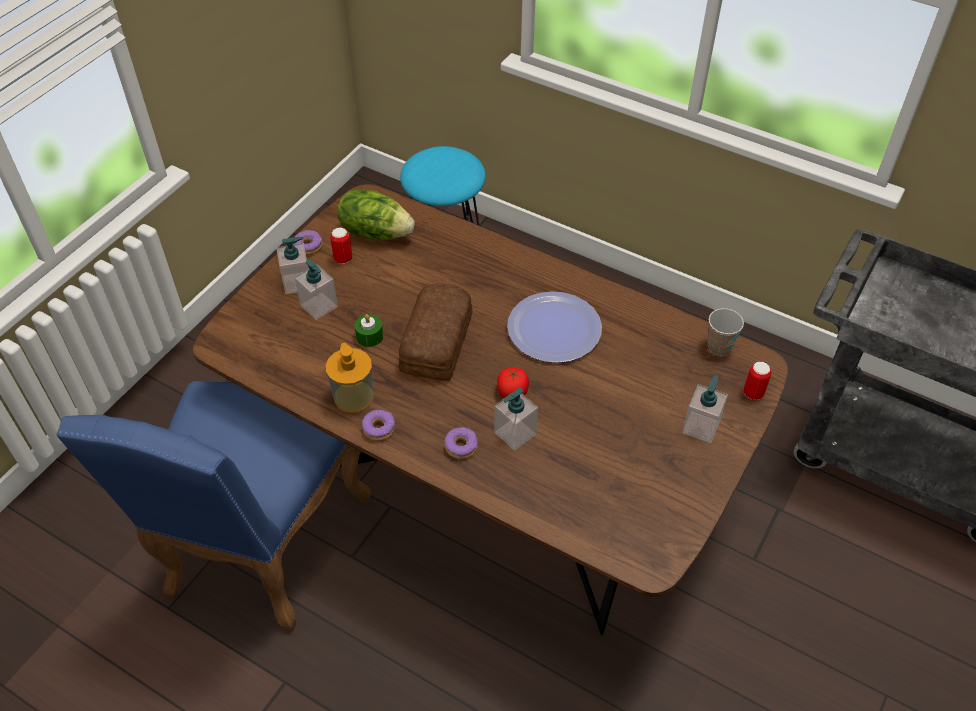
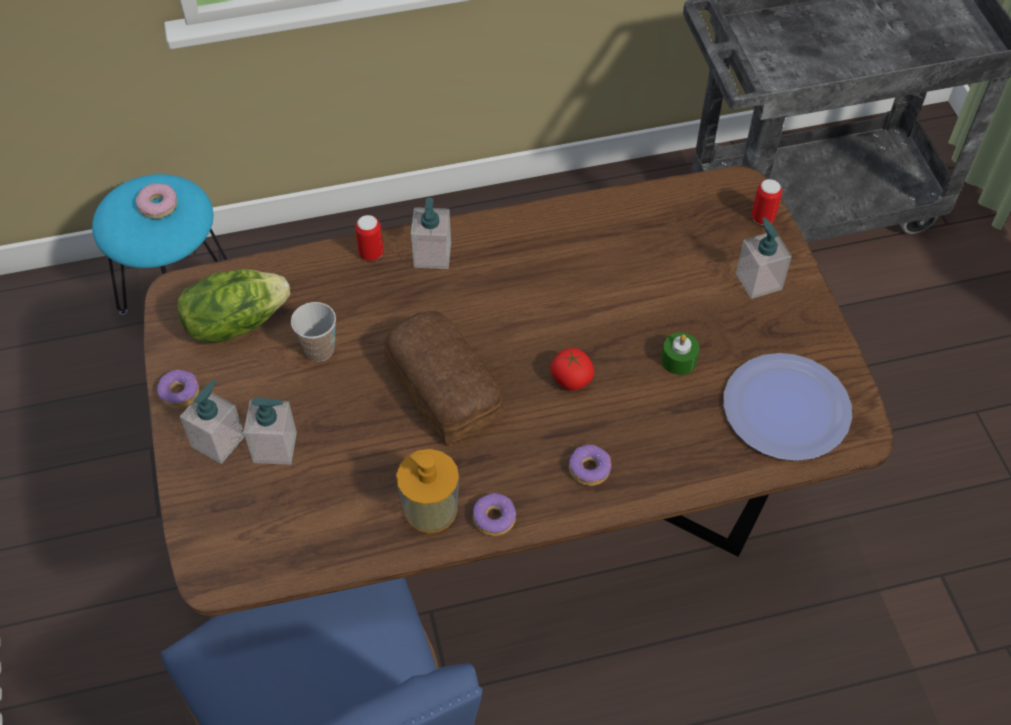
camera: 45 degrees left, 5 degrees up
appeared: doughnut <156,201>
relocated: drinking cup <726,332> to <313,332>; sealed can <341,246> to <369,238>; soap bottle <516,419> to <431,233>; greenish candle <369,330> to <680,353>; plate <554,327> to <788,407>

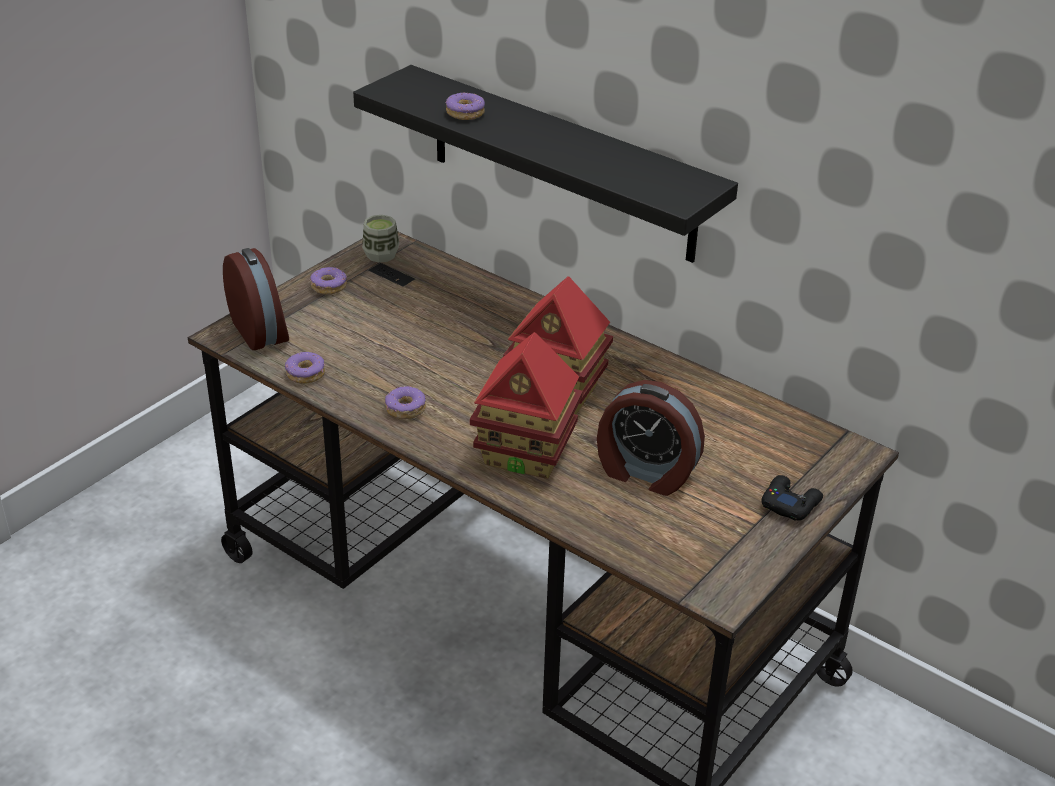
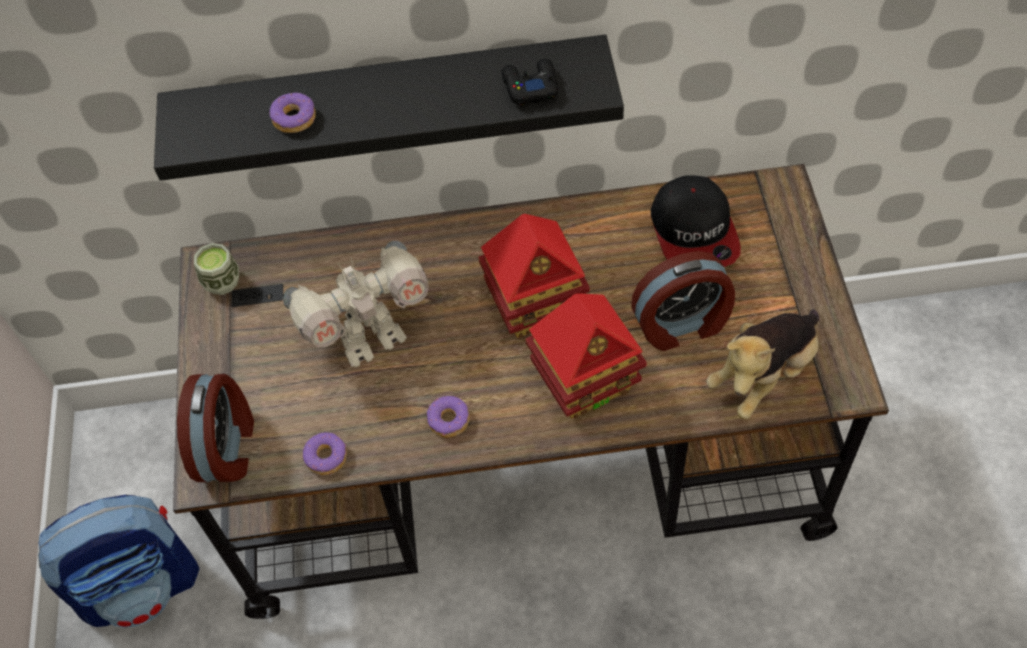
camera: 40 degrees left, 20 degrees up
missing: doughnut <328,281>
appeared: backpack <119,561>; robot figure <356,304>; cap <696,221>; cuddly toy <762,364>
relocated: black-coloured joypad <792,498> to <529,82>
spun: bedside clock <256,299> = <215,428> 75 degrees clockwise

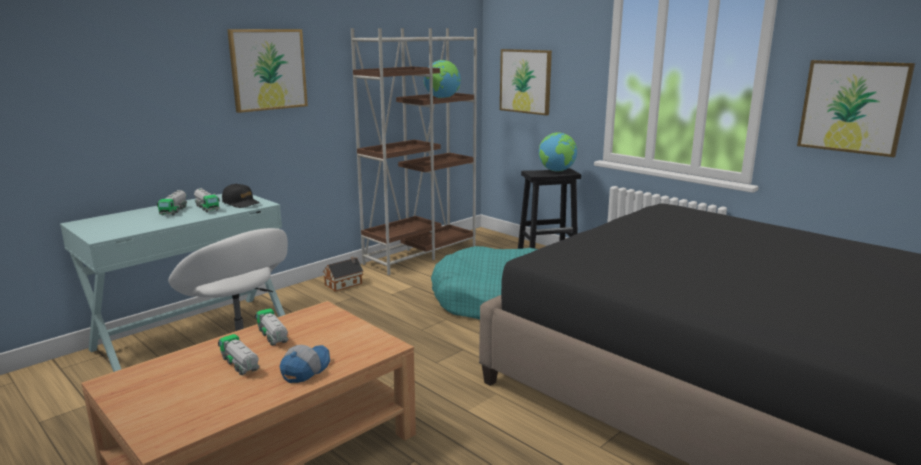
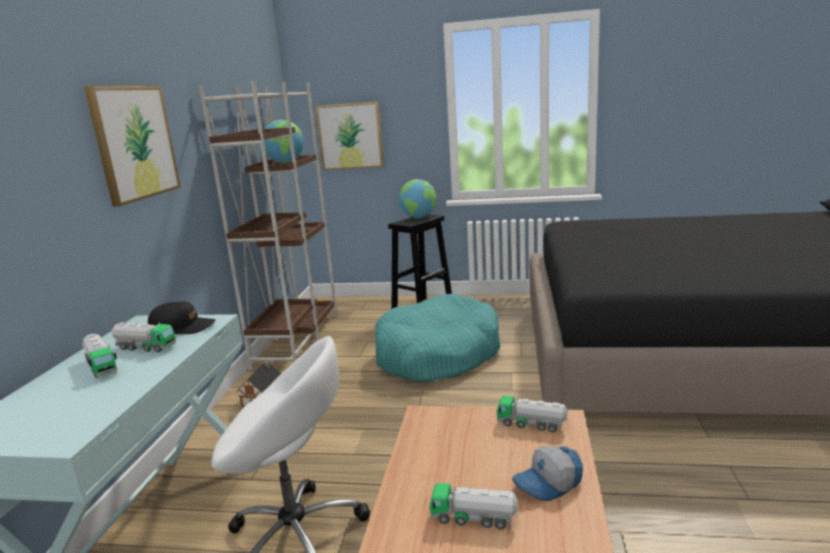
camera: 35 degrees left, 0 degrees up
missing: wall art <856,108>
relocated: toy truck <272,327> to <532,414>
spun: cap <304,364> = <547,473> 105 degrees counterclockwise

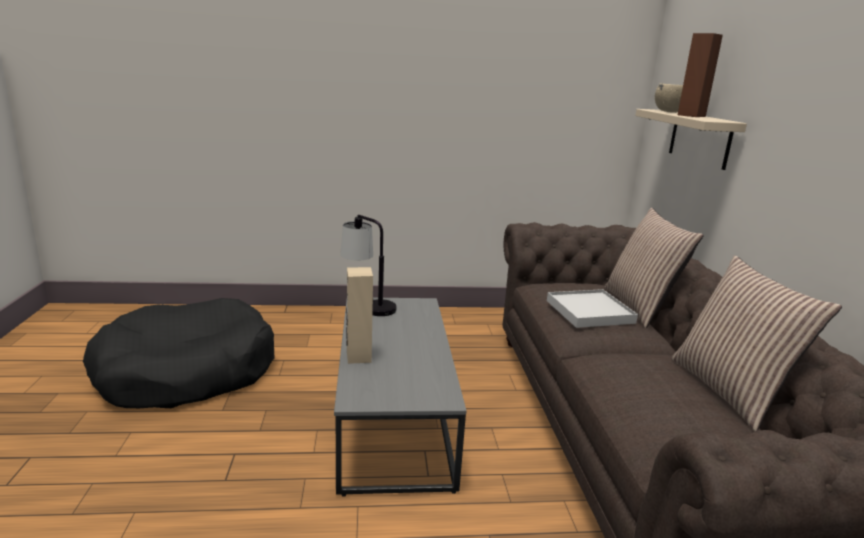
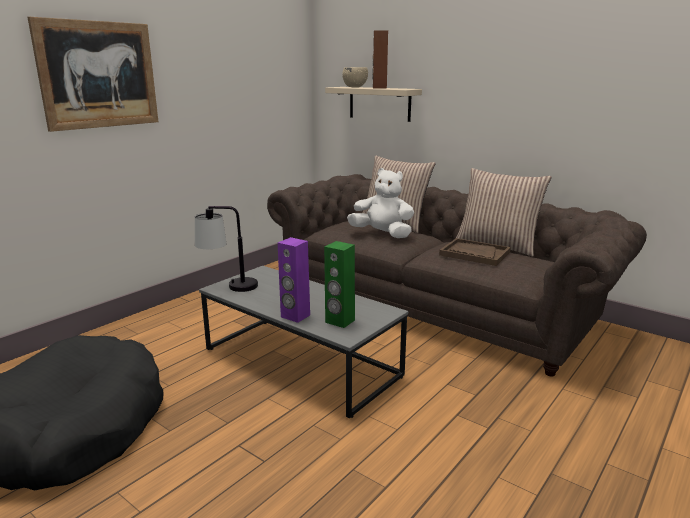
camera: 45 degrees left, 0 degrees up
appeared: wall art <92,74>; greenish loudspeaker <339,284>; brownish carrying tray <475,252>
exchanged: whitish carrying tray <592,308> to whitish cuddly toy <380,203>
colour: beige-coloured loudspeaker <359,315> to purplish loudspeaker <294,280>

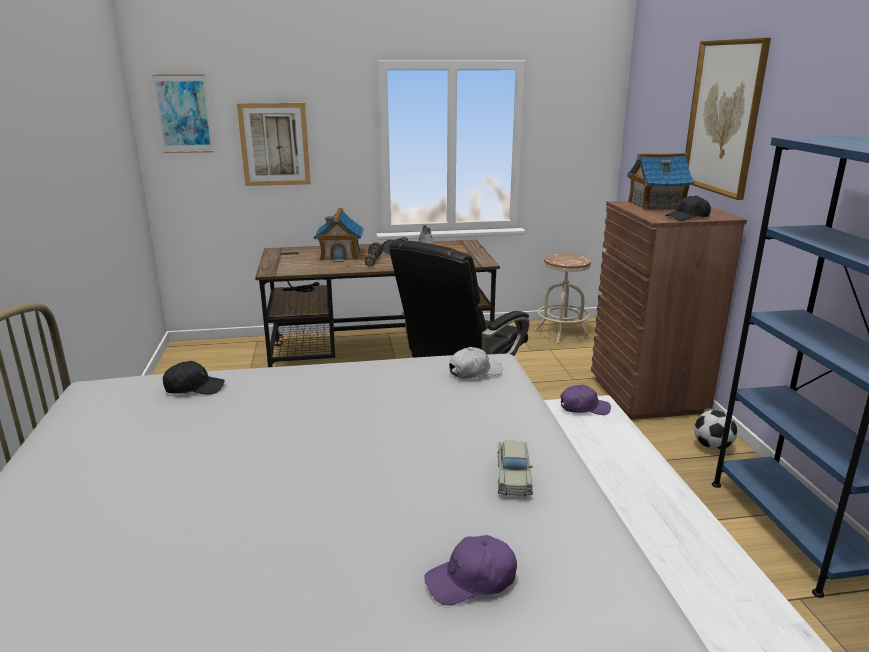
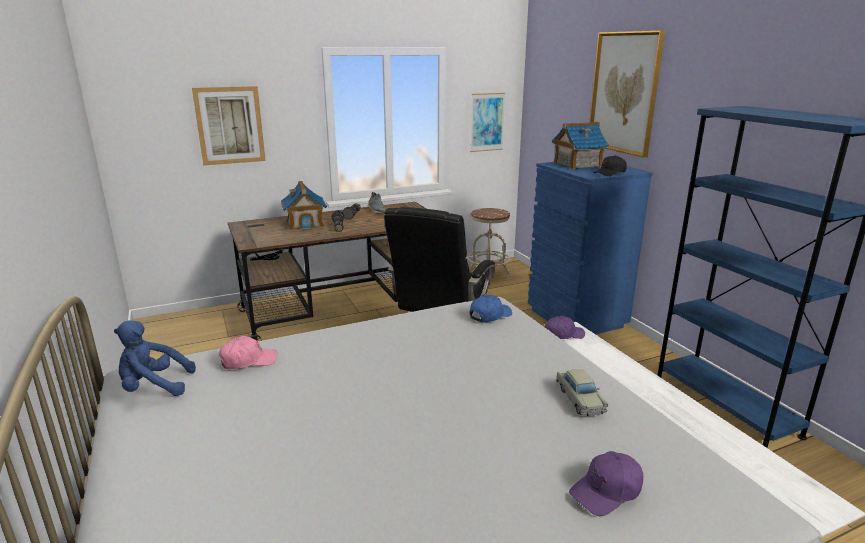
camera: 15 degrees left, 0 degrees up
missing: football <715,430>
appeared: blue cuddly toy <155,358>
relocated: wall art <183,113> to <487,122>
colour: black-coloured cap <194,378> to pink-coloured cap <248,352>; whitish cap <476,363> to blue cap <491,309>; brownish dresser <669,310> to blue dresser <590,247>

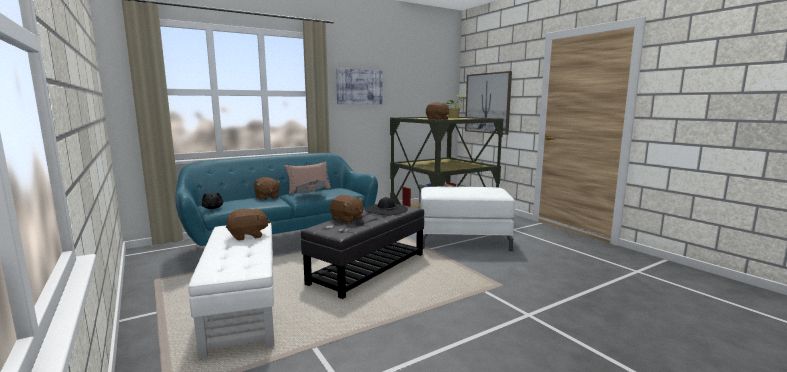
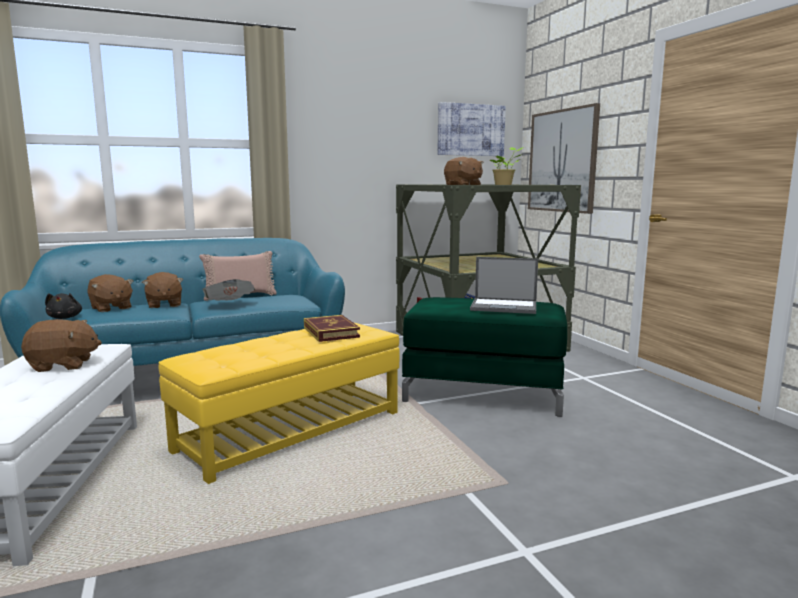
camera: 10 degrees right, 0 degrees up
appeared: portable computer <504,285>
relocated: brownish cuddly toy <347,209> to <110,293>; wall art <359,86> to <472,129>
exchanged: black-coloured wearable hat <386,206> to volume <332,328>
colour: black-coloured ottoman <362,252> to yellow-coloured ottoman <279,403>; whitish ottoman <467,219> to greenish ottoman <484,357>

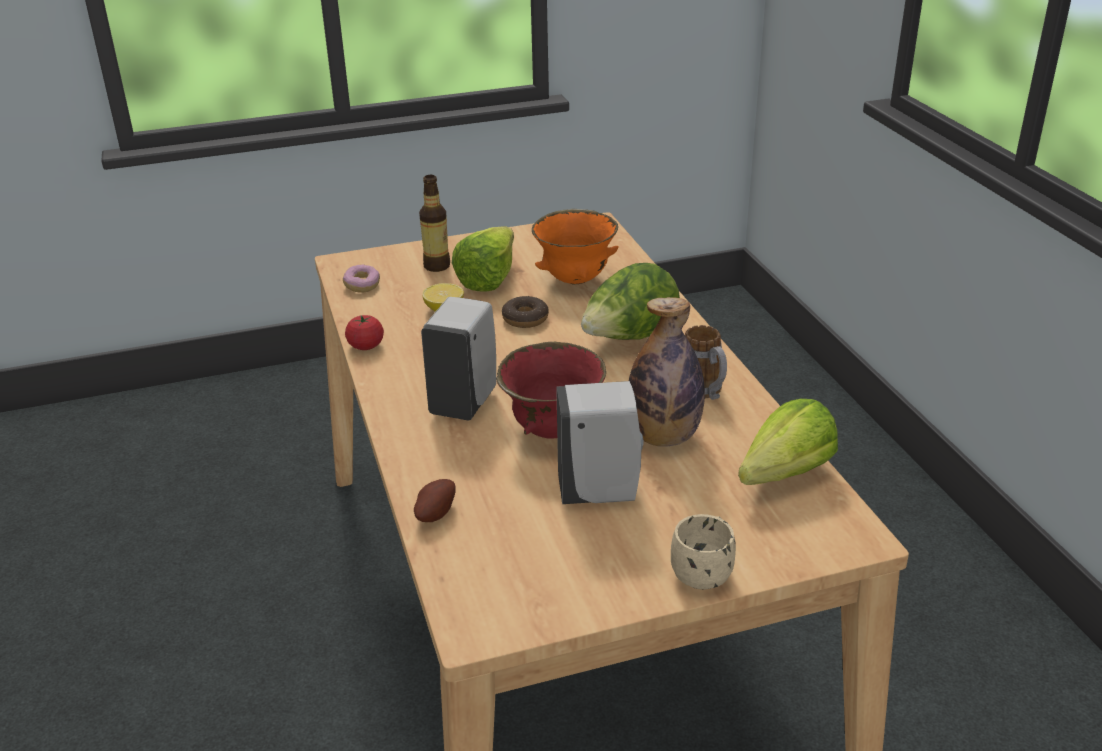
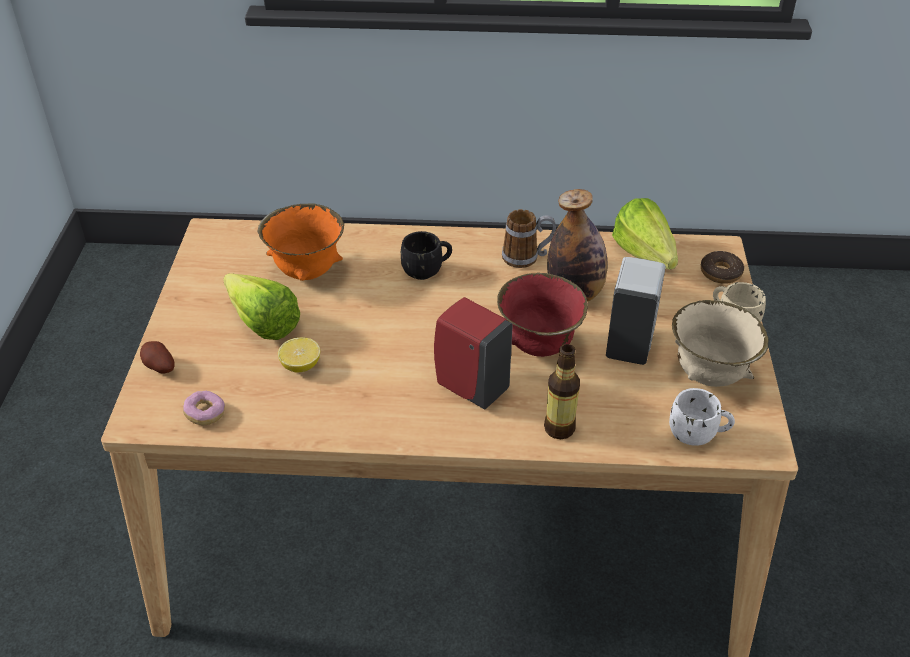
camera: 70 degrees left, 10 degrees up
missing: whole tomato <364,332>
appeared: whitish coffee mug <702,417>; beige-coloured bowl <720,343>
relocated: potato <435,500> to <157,357>; bottle <434,223> to <562,391>; doughnut <525,312> to <722,267>
exchanged: lettuce head <630,301> to black-coloured coffee mug <426,255>
colour: whitish soap bottle <458,358> to red-coloured soap bottle <473,353>

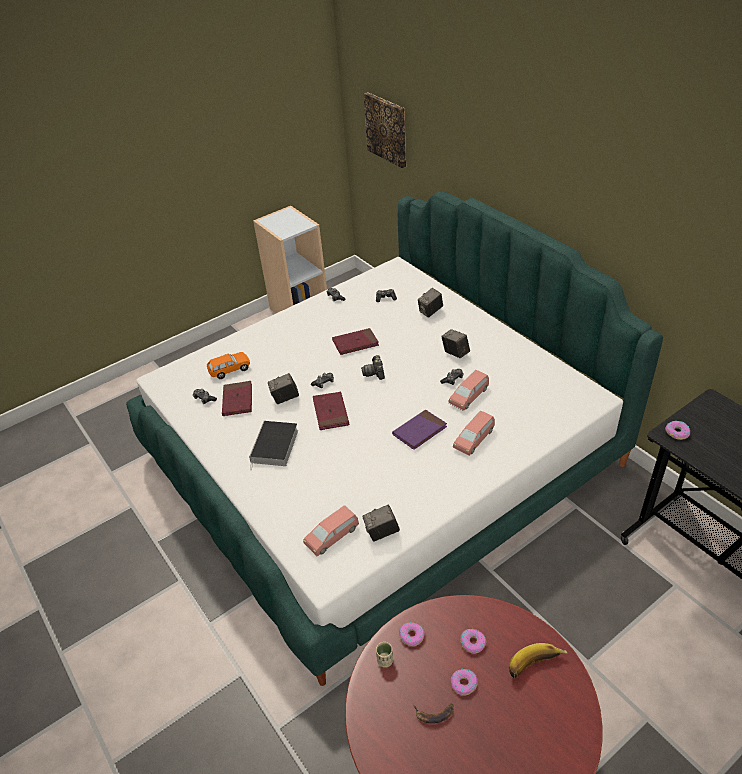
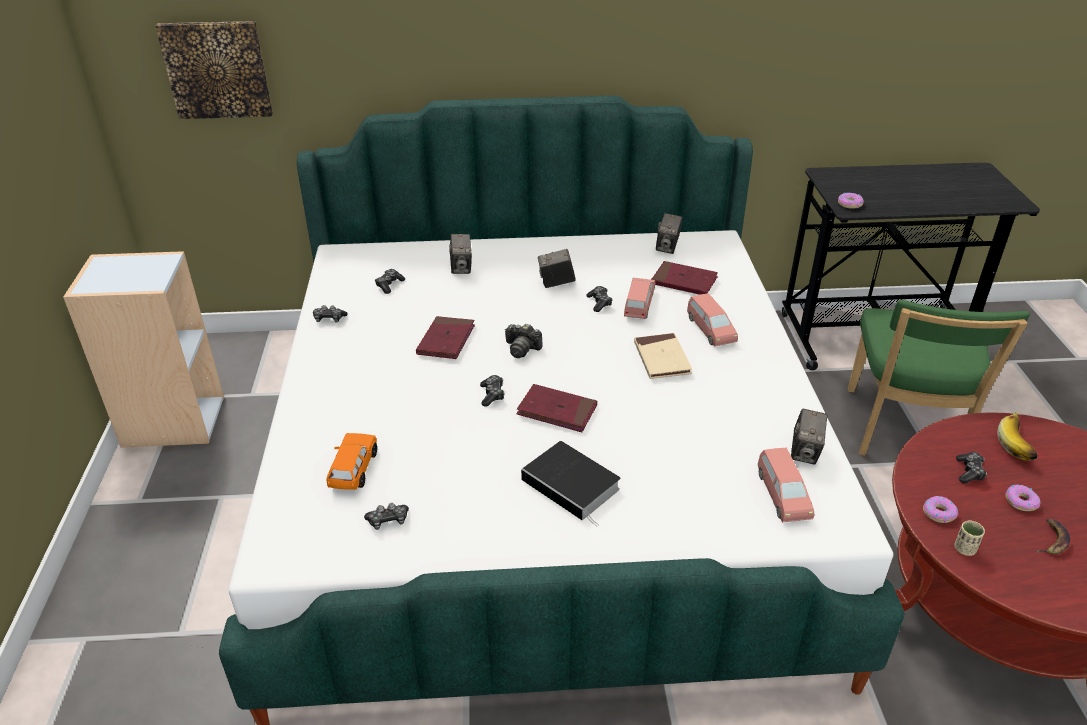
camera: 60 degrees left, 5 degrees down
appeared: greenish chair <939,378>
relocated: red-coloured volume <237,398> to <684,278>; photo camera <283,388> to <669,233>
exchanged: doughnut <473,641> to joypad <971,467>
colour: purplish volume <419,429> to beige-coloured volume <663,356>
spun: pink-coloured model car <469,390> = <639,298> 150 degrees counterclockwise

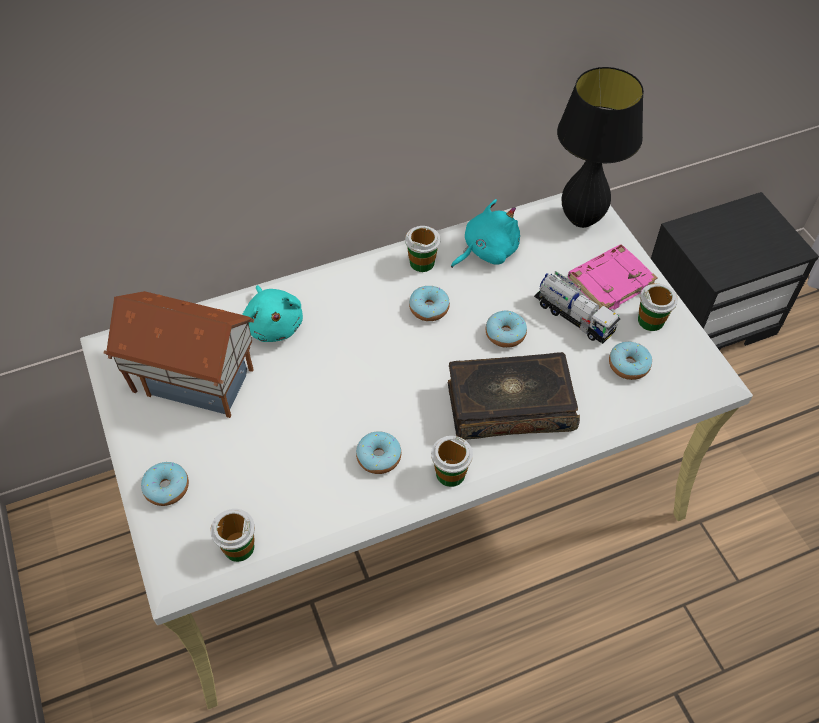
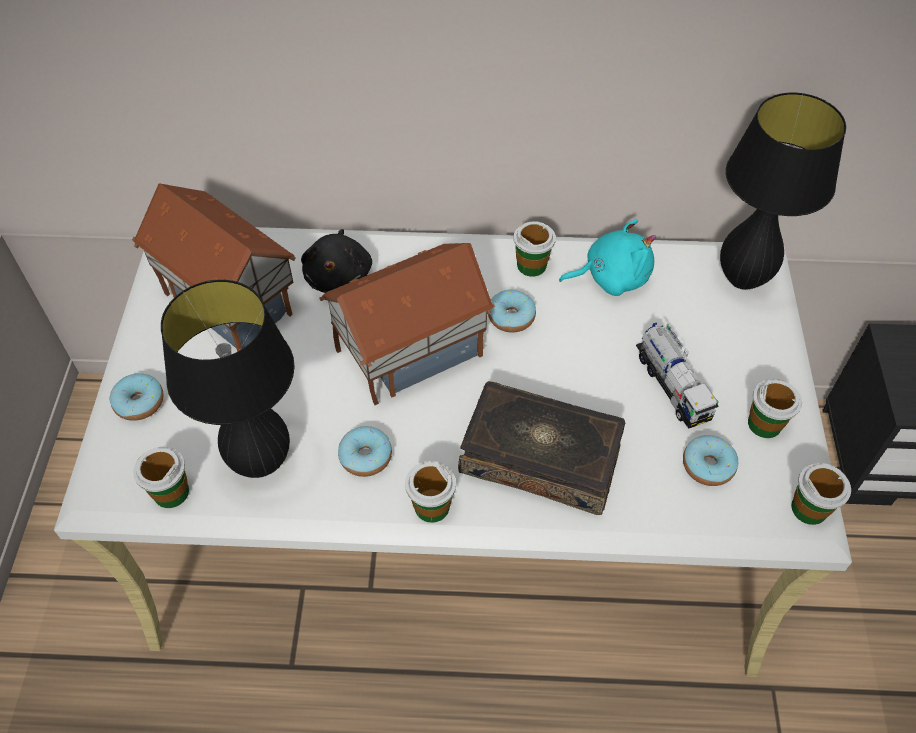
camera: 25 degrees right, 0 degrees up
missing: doughnut <506,329>; pink-coloured volume <613,277>
appeared: black-coloured lamp for a table <228,379>; toy house <407,324>; drinking cup <821,494>
colour: turquoise-coloured cuddly toy <272,313> to black-coloured cuddly toy <336,261>

